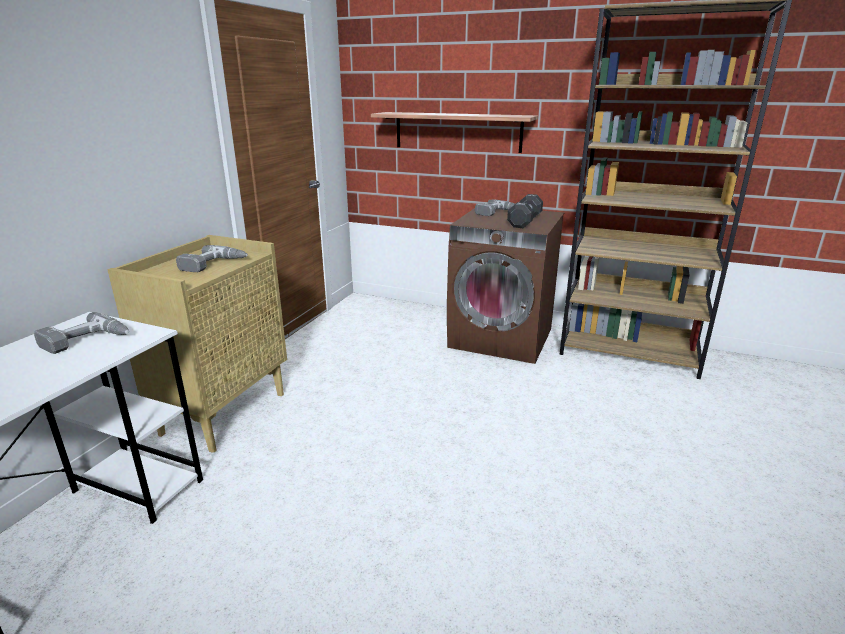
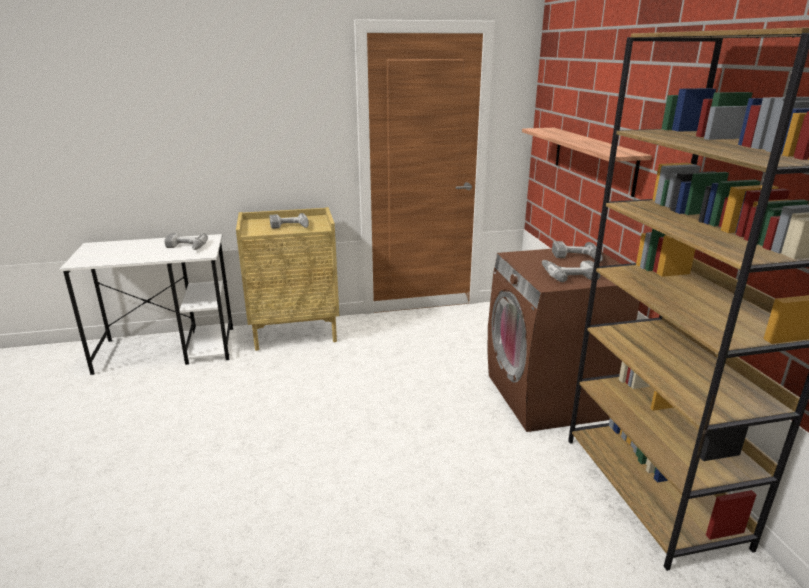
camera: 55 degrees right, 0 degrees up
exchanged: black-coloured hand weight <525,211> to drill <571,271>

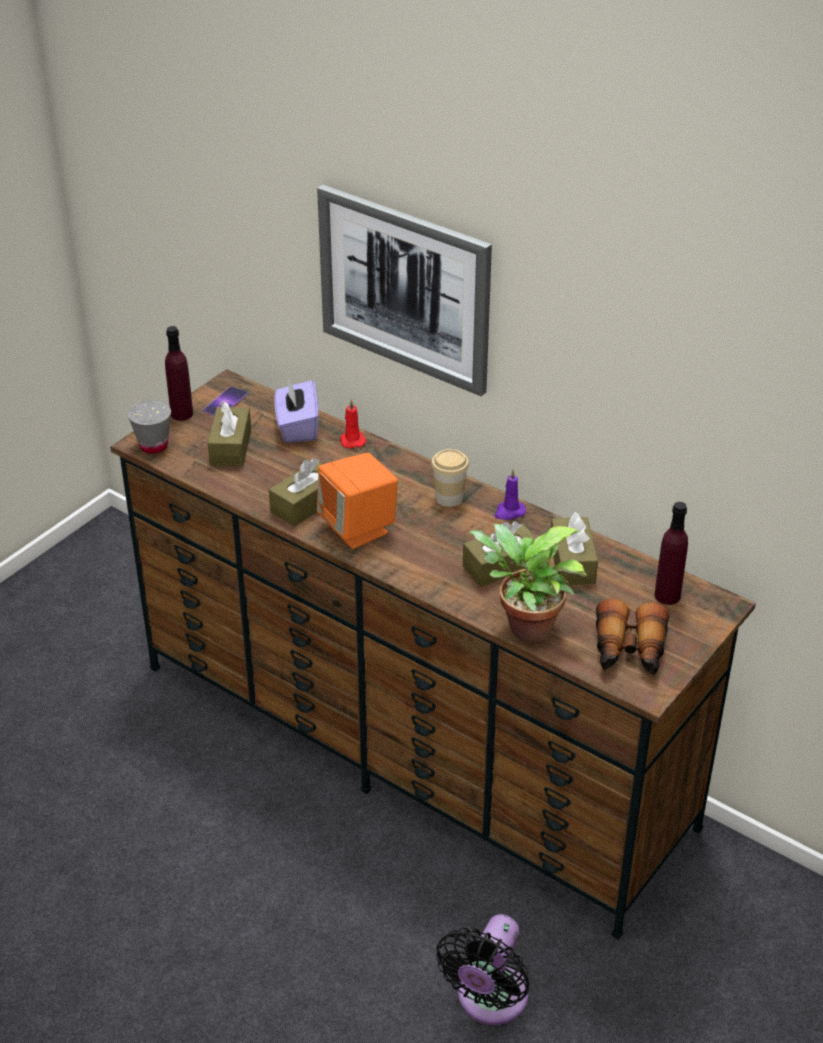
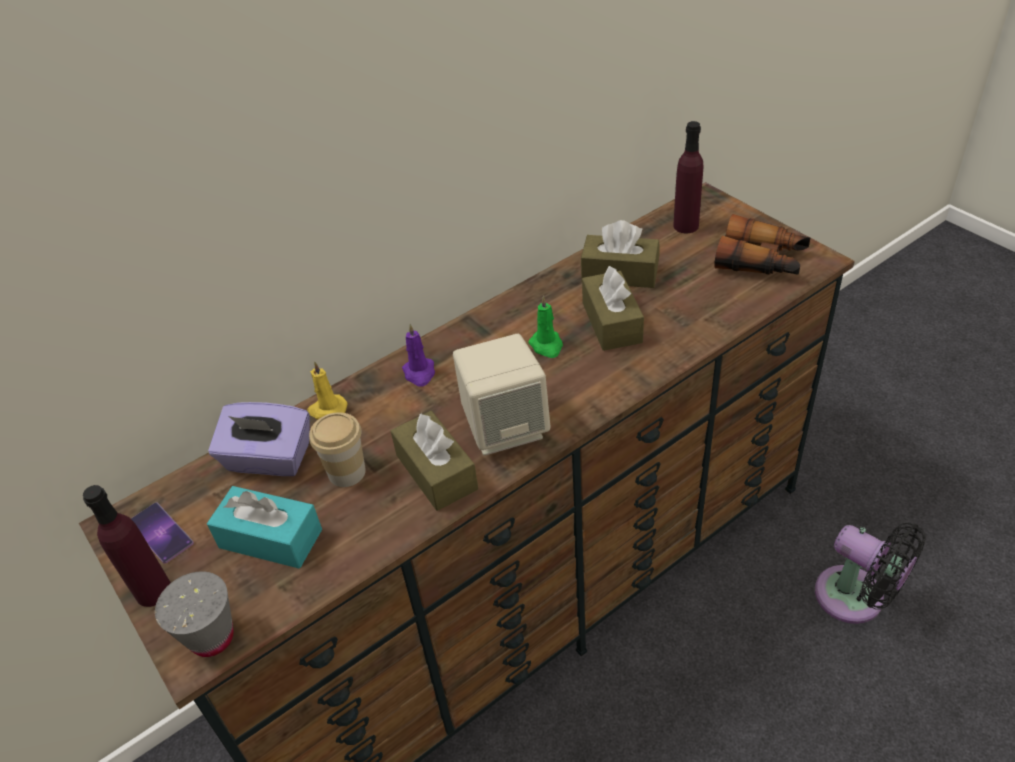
camera: 70 degrees left, 5 degrees up
missing: wall art <404,290>; houseplant <528,583>
appeared: greenish candle <546,327>
relocated: drinking cup <450,478> to <337,449>; purplish candle <510,494> to <418,355>
colour: brownish tissue holder <229,433> to turquoise-coloured tissue holder <264,527>; red-coloured candle <353,423> to yellow-coloured candle <327,390>; orange loudspeaker <357,501> to beige-coloured loudspeaker <502,395>

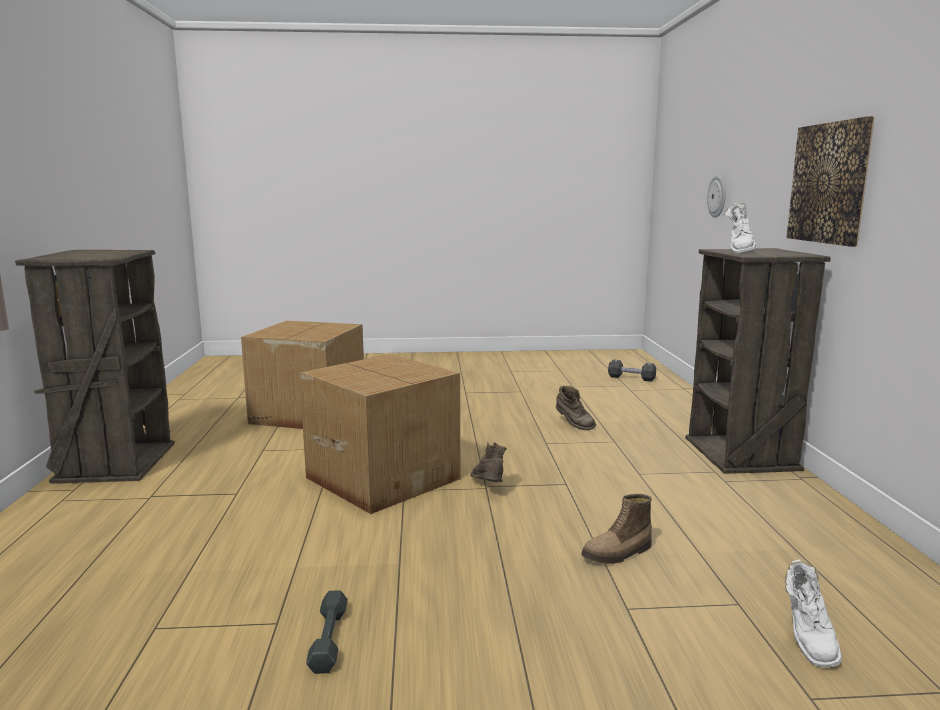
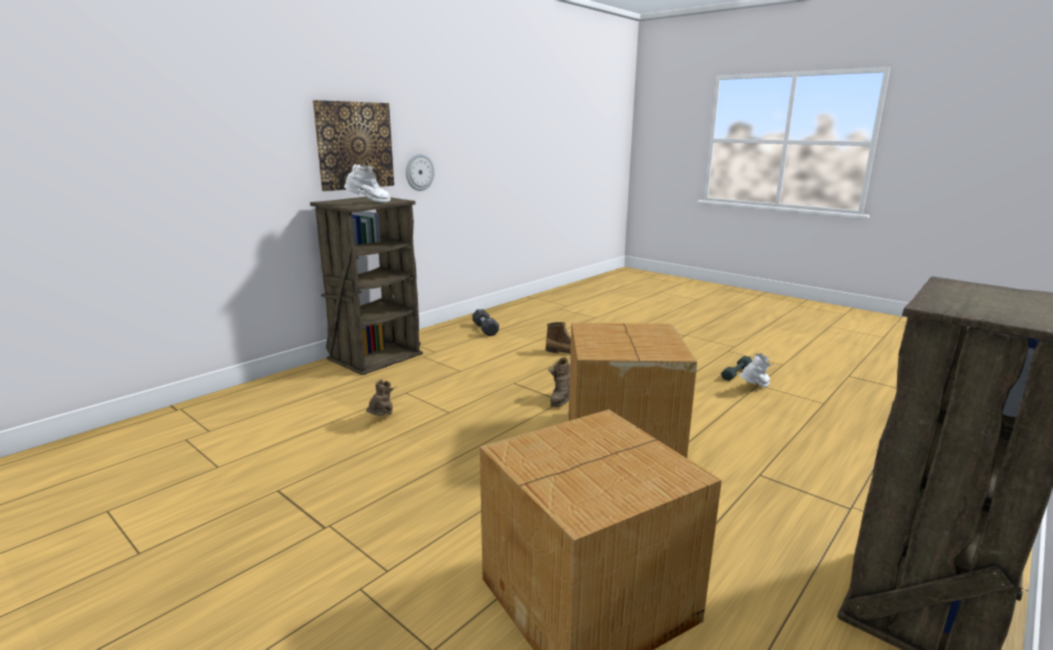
camera: 135 degrees left, 5 degrees up
relocated: clock on the wall <716,196> to <420,172>; black-coloured hand weight <632,371> to <485,322>; whitish high-top boot <813,613> to <756,370>

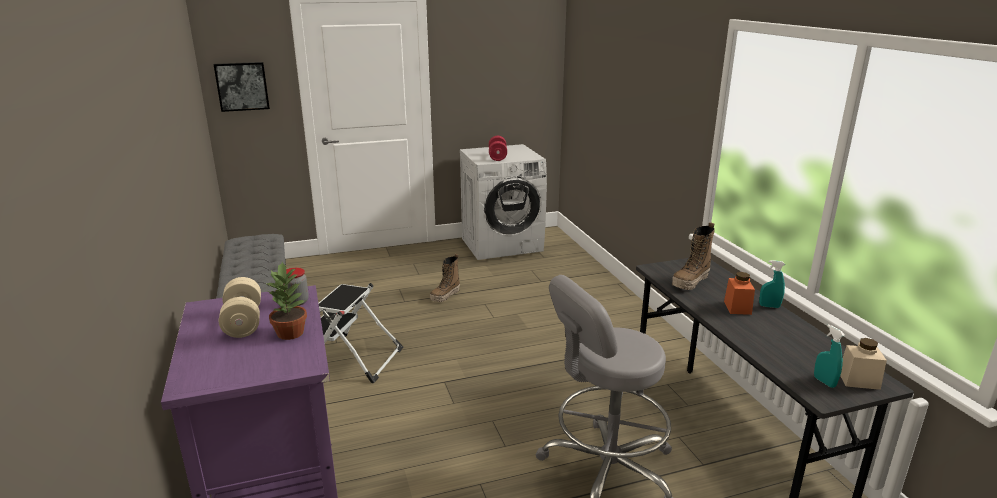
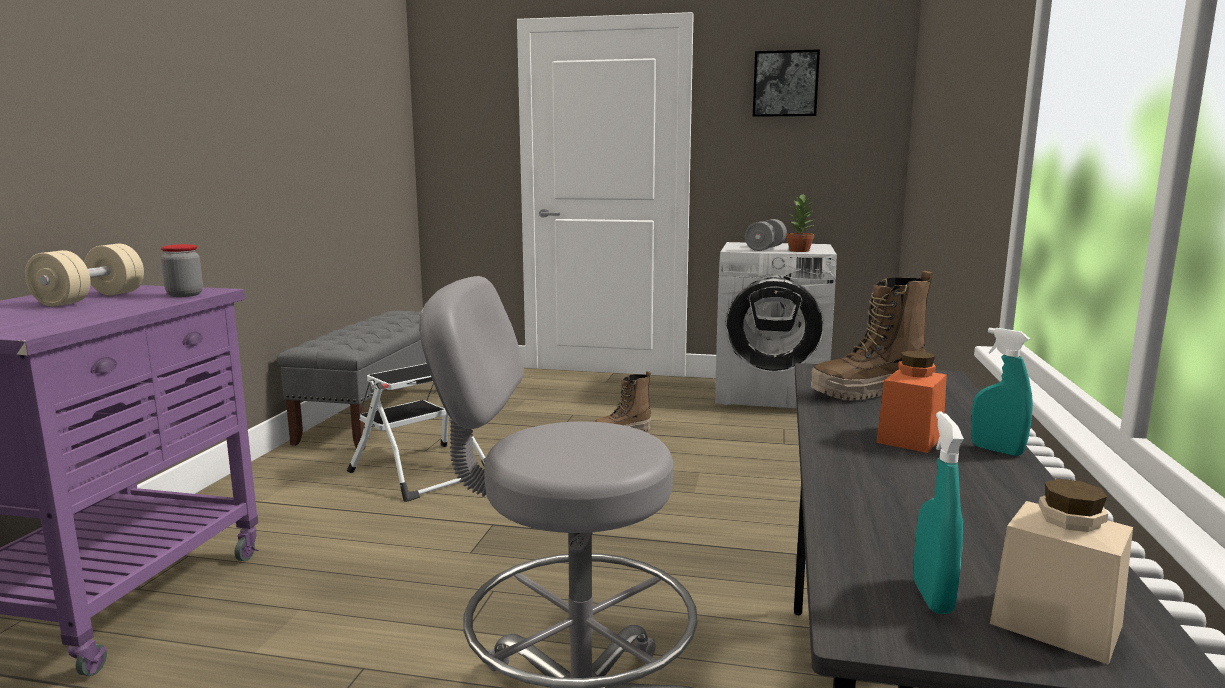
camera: 30 degrees right, 10 degrees down
relocated: wall art <241,87> to <786,83>; houseplant <286,301> to <800,223>
colour: red-coloured hand weight <498,148> to grey hand weight <766,235>

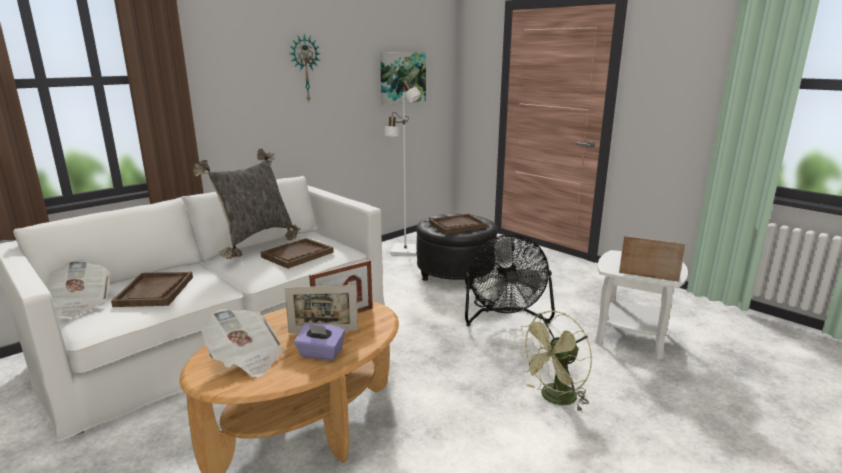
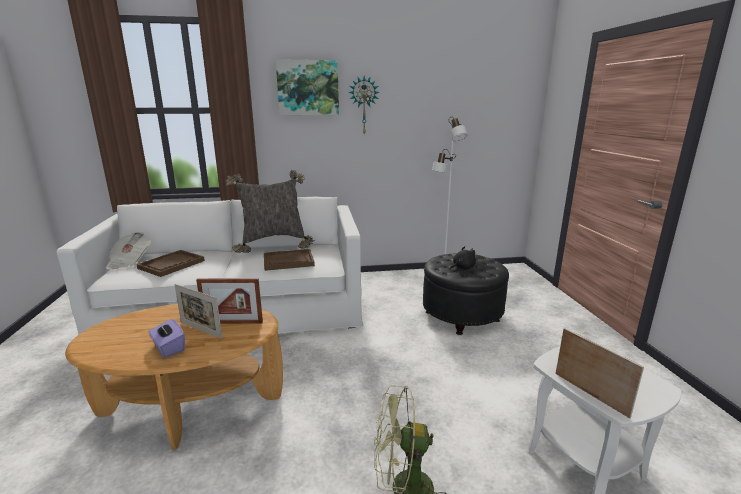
camera: 35 degrees right, 0 degrees up
missing: printed paper <242,343>; black-coloured fan <510,280>
relocated: wall art <403,79> to <307,87>
exchanged: brownish carrying tray <458,224> to black-coloured cuddly toy <462,258>

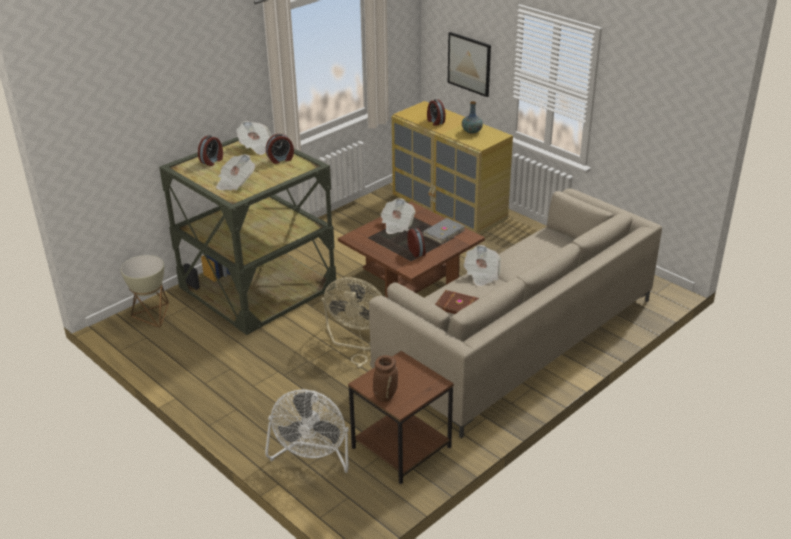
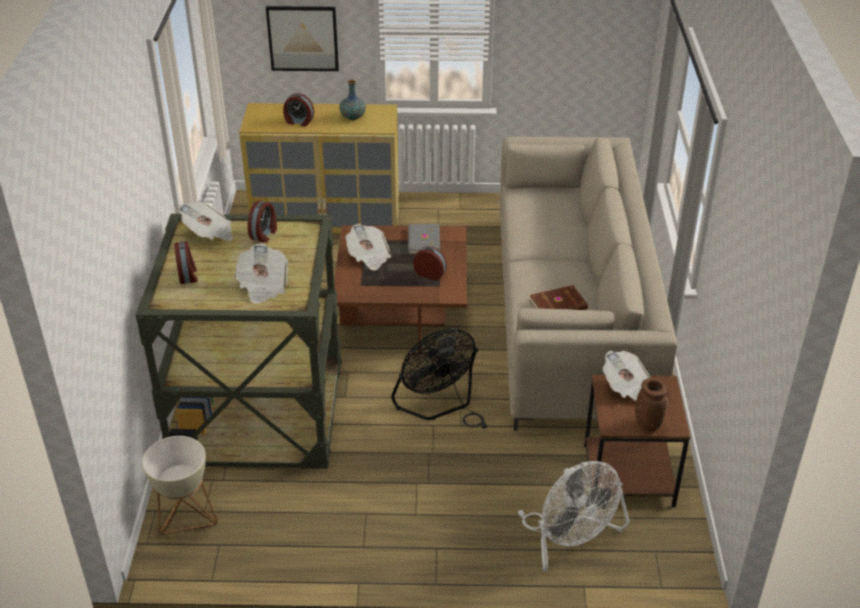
camera: 45 degrees left, 5 degrees up
relocated: printed paper <482,265> to <627,376>
colour: beige-coloured fan <352,322> to black-coloured fan <439,379>

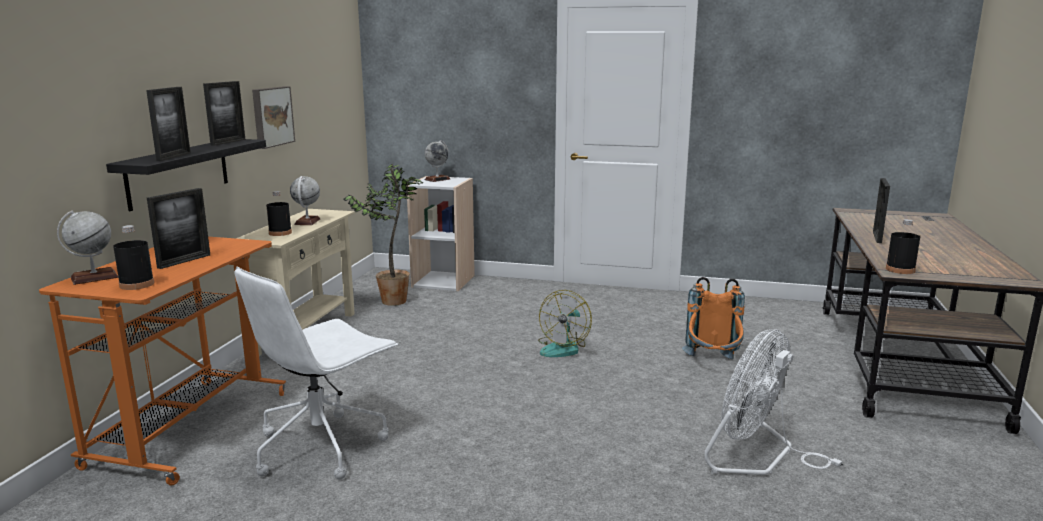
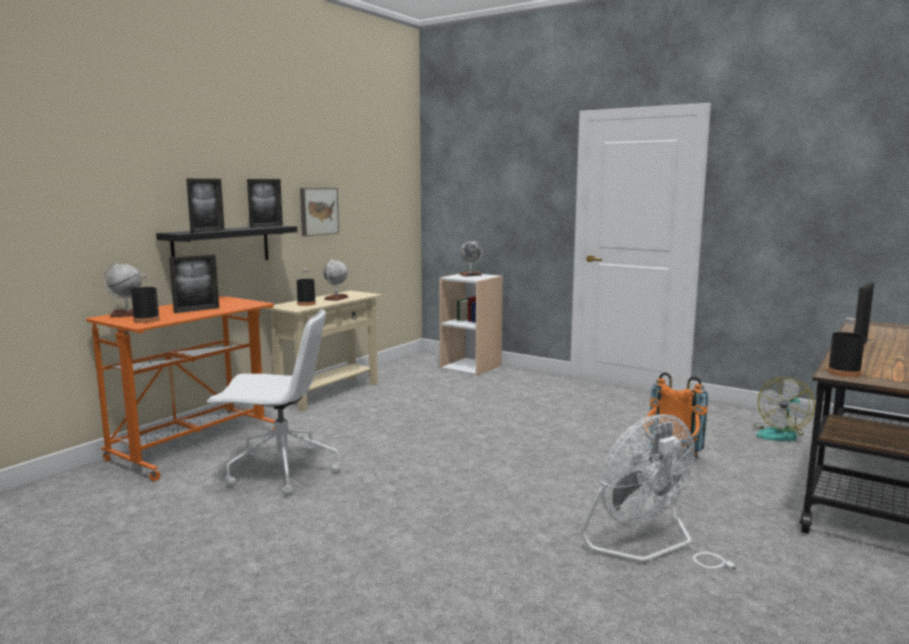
camera: 20 degrees right, 5 degrees down
missing: houseplant <383,235>
relocated: fan <565,323> to <784,409>
spun: whitish desk chair <316,373> = <273,402> 150 degrees counterclockwise

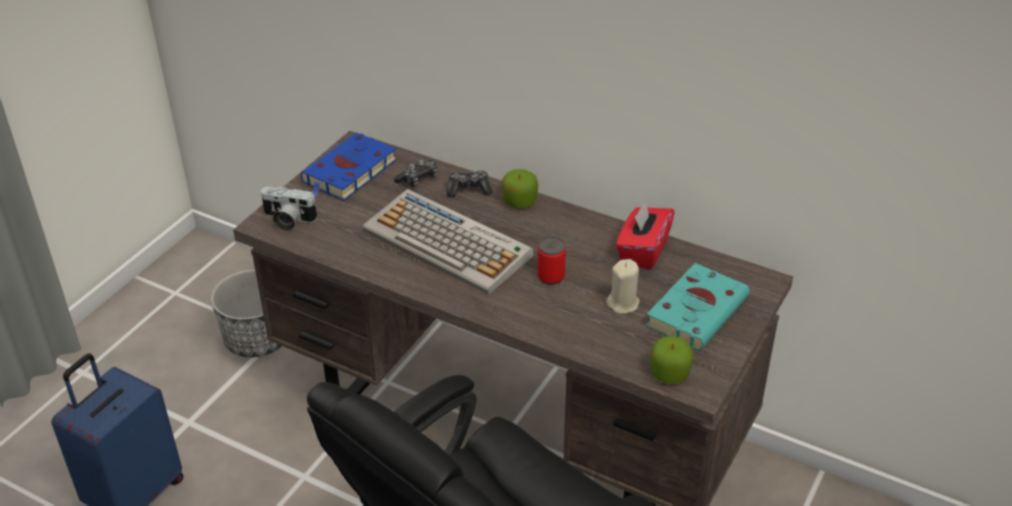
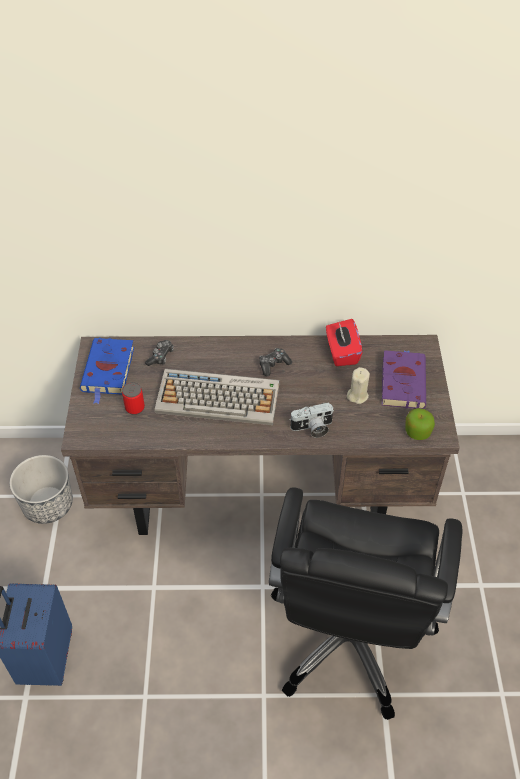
camera: 30 degrees left, 10 degrees up
missing: apple fruit <519,188>
relocated: sealed can <551,261> to <133,398>; joypad <469,183> to <275,362>; photo camera <289,209> to <311,420>
colour: turquoise-coloured volume <698,307> to purplish volume <404,379>

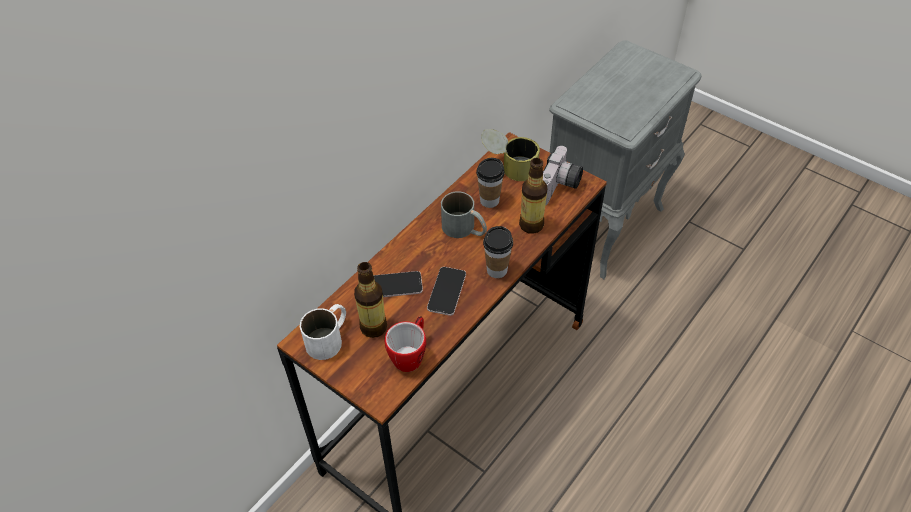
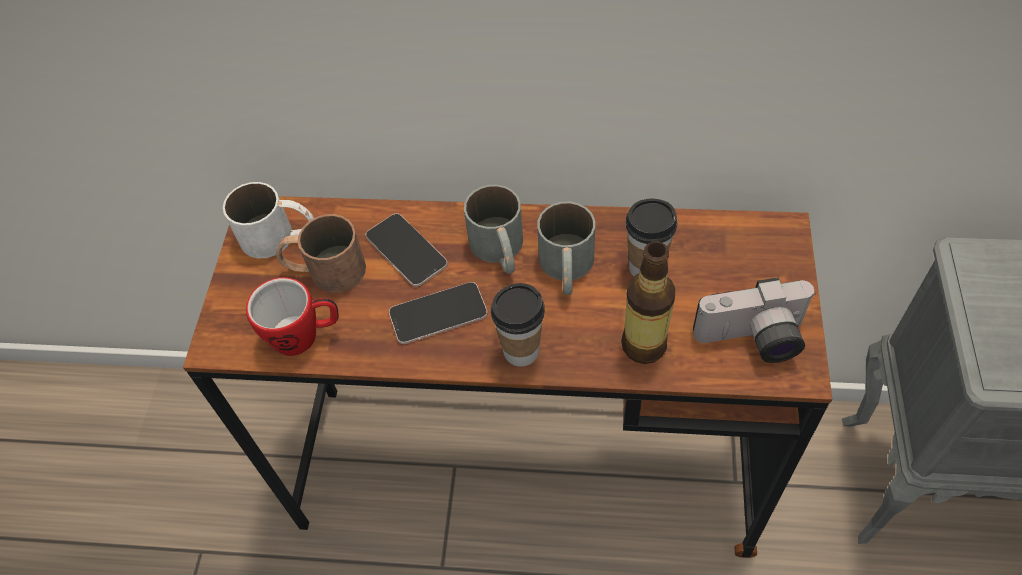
camera: 60 degrees right, 5 degrees up
missing: sealed can <510,155>
appeared: grey coffee mug <493,229>
exchanged: bottle <370,300> to brownish coffee mug <321,253>

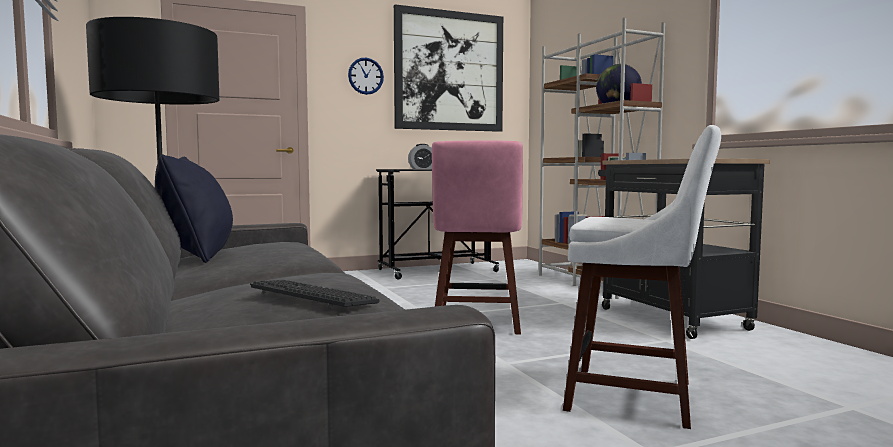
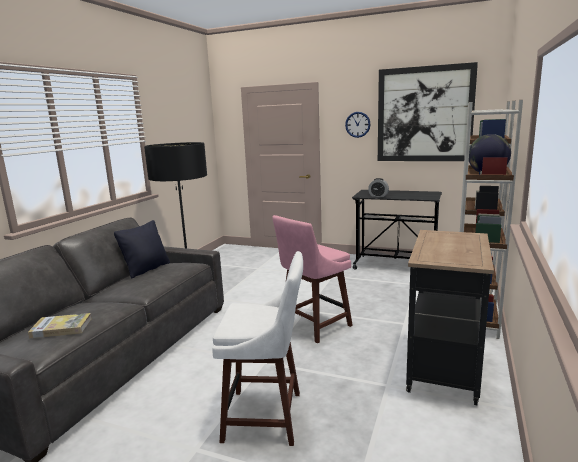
camera: 45 degrees right, 10 degrees up
exchanged: keyboard <315,294> to volume <59,325>
spun: whitish chair <642,277> = <258,348> 60 degrees counterclockwise

